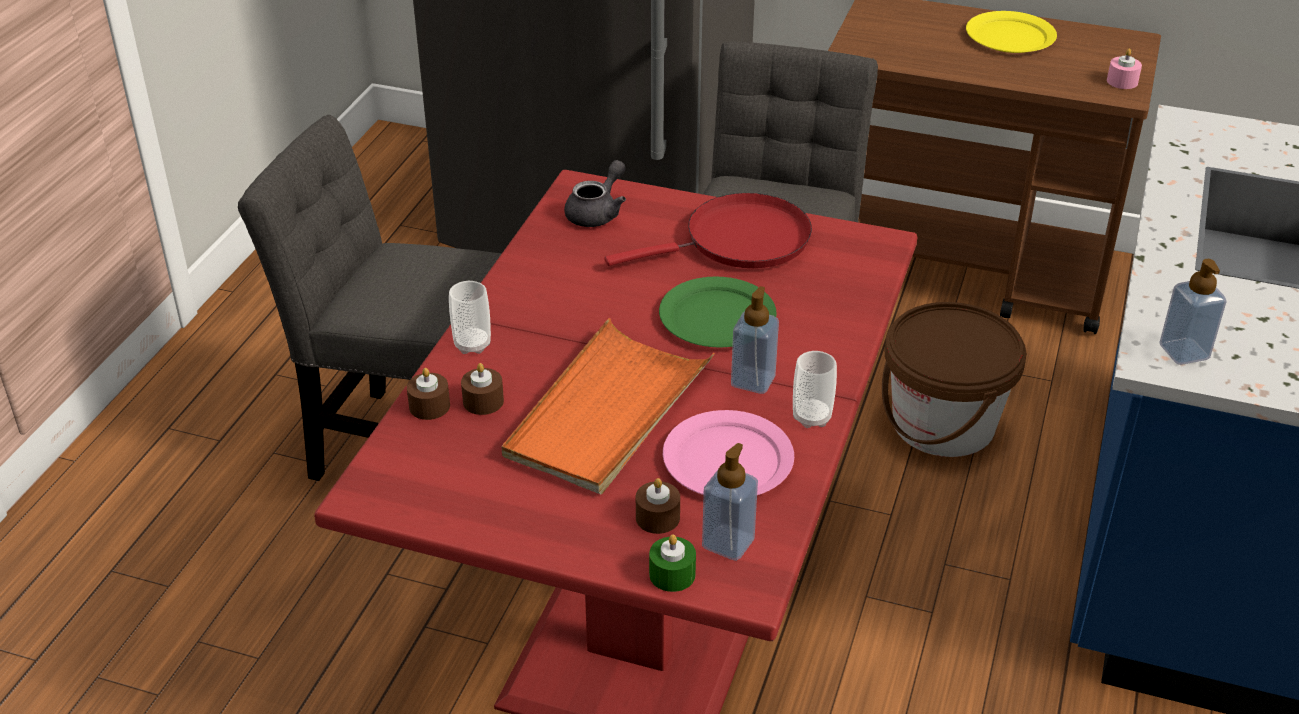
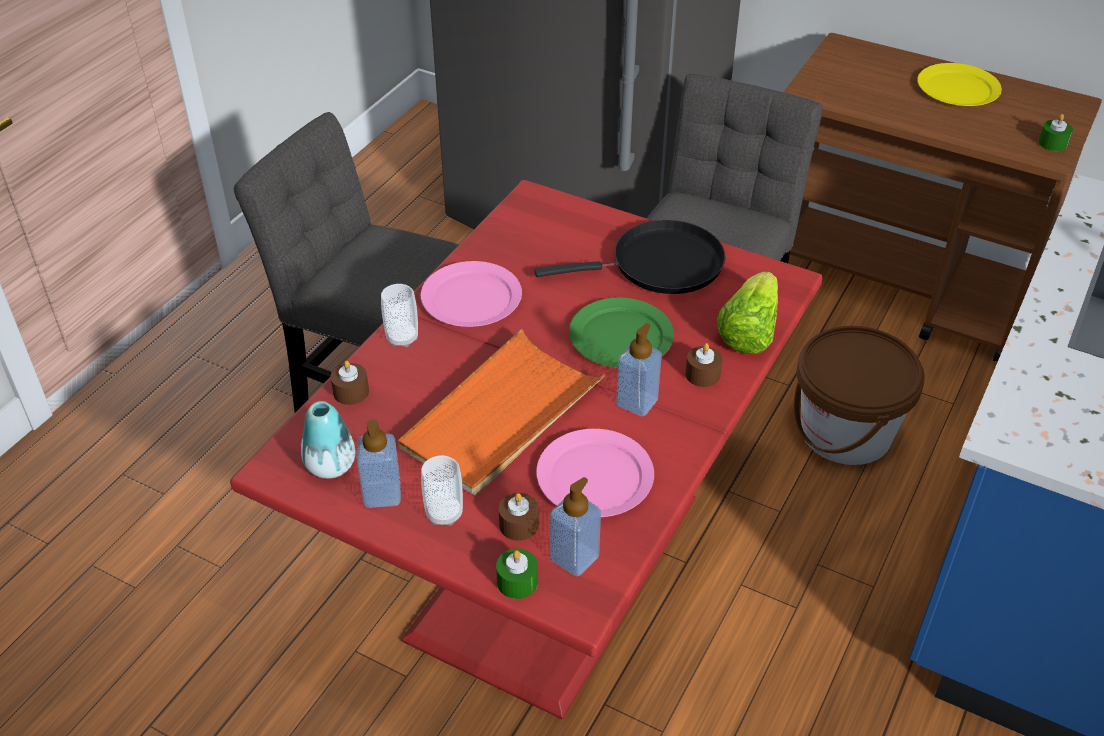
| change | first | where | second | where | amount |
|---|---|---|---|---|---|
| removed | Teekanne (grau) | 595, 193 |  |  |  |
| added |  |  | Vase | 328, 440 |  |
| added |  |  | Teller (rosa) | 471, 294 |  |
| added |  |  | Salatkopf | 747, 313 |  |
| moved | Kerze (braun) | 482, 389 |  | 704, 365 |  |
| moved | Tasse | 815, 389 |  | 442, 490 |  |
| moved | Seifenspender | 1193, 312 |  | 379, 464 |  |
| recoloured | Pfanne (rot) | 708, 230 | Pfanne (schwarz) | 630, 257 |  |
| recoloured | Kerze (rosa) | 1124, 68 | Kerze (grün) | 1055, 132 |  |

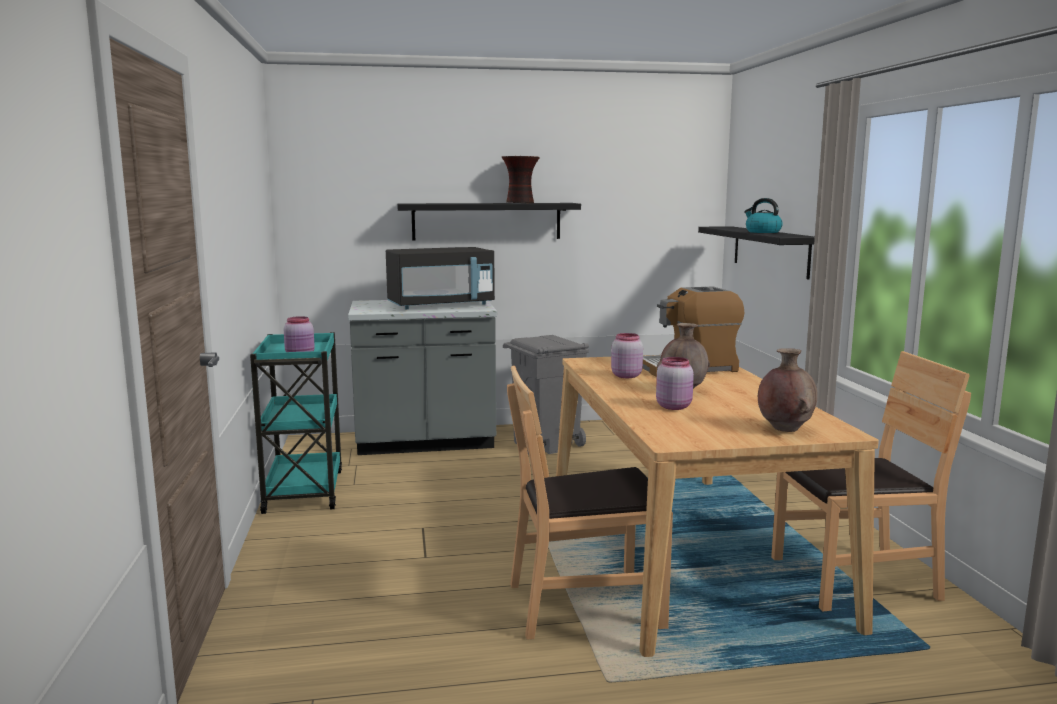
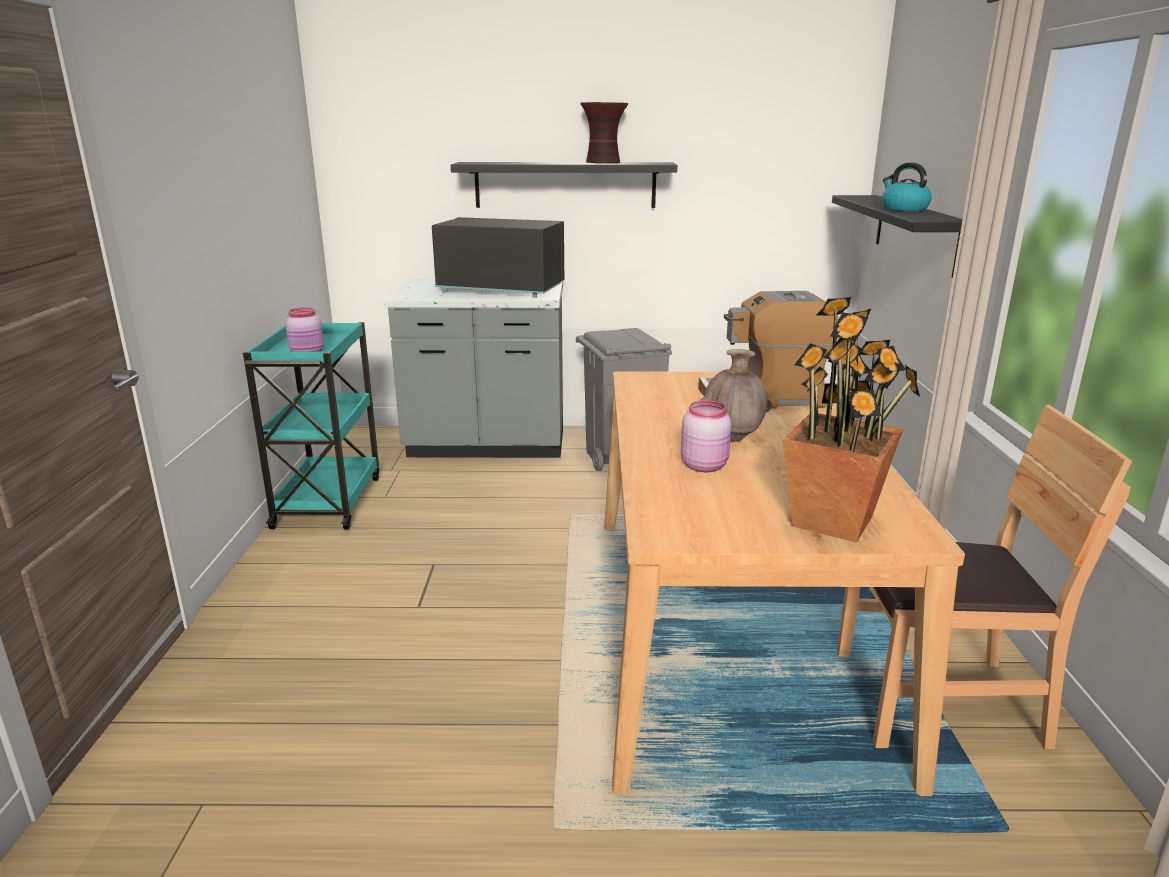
| change | first | where | second | where | amount |
|---|---|---|---|---|---|
| removed | Stuhl (braun) | 590, 503 |  |  |  |
| removed | Vorratsglas (rosa) | 627, 355 |  |  |  |
| replaced | Vase (braun) | 788, 390 | Topfpflanze | 851, 420 |  |
| turned | Mikrowelle (schwarz) | 440, 278 |  | 498, 257 | 150 degrees counterclockwise |

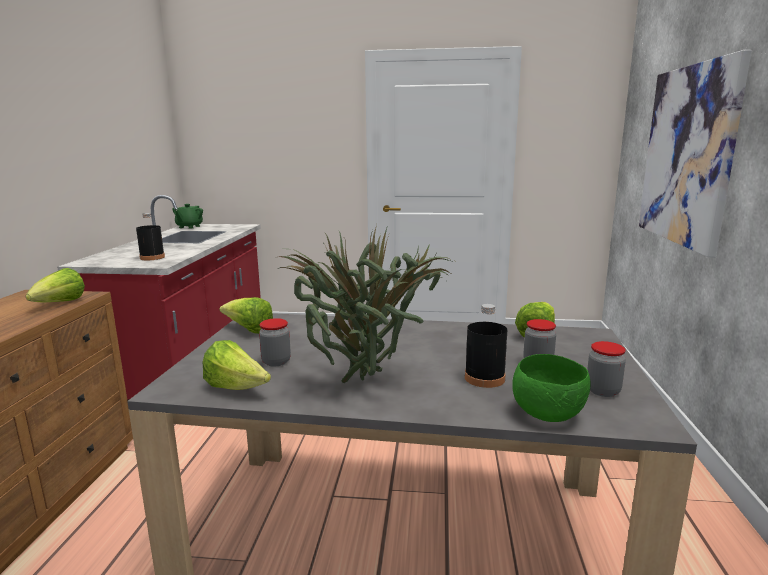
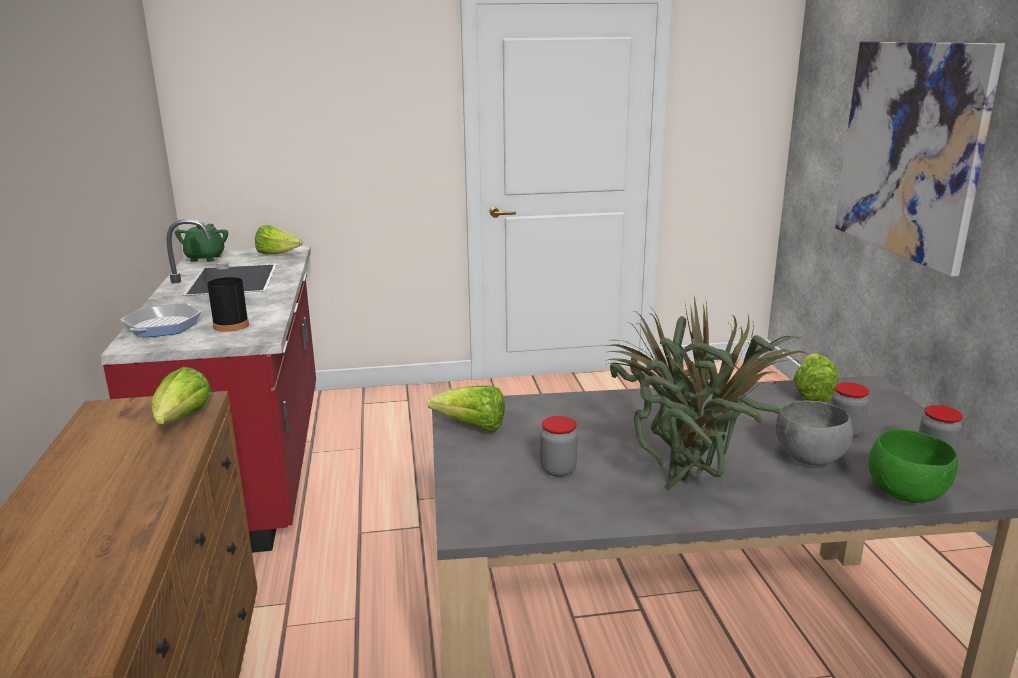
| change | first | where | second | where | amount |
|---|---|---|---|---|---|
| added |  |  | Pfanne | 160, 320 |  |
| moved | Salatkopf | 236, 365 |  | 278, 240 |  |
| replaced | Flasche (schwarz) | 486, 346 | Schüssel (grau) | 814, 433 |  |

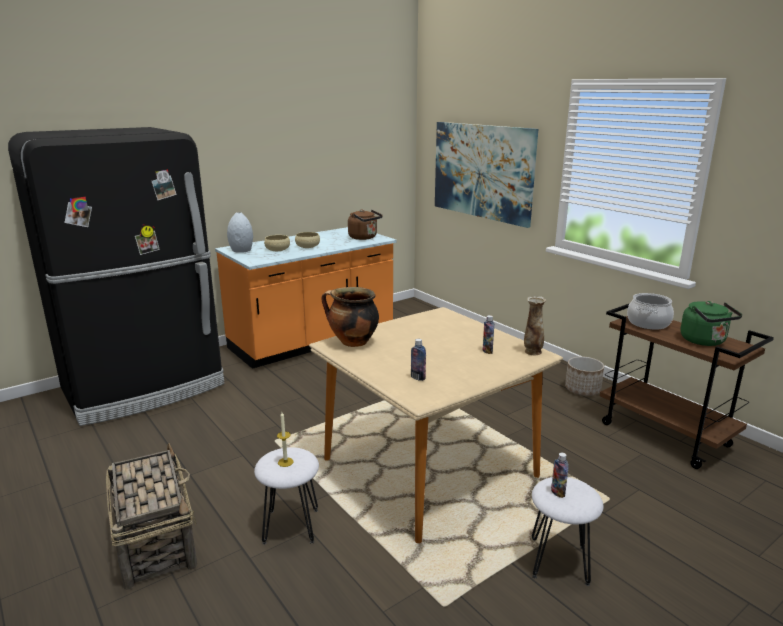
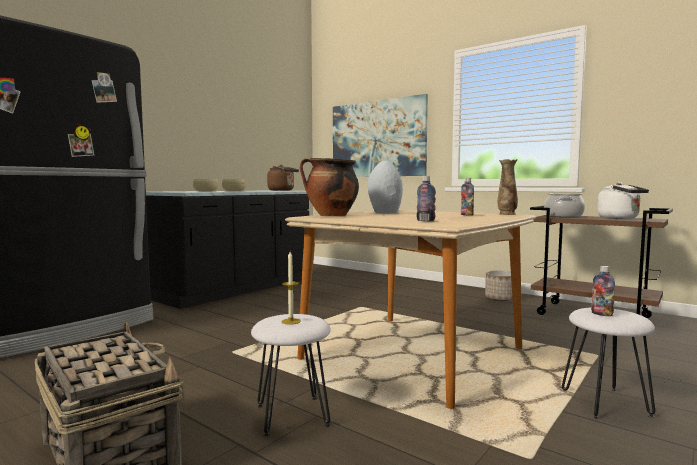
| change | first | where | second | where | amount |
|---|---|---|---|---|---|
| moved | Vase (grau) | 240, 232 |  | 385, 187 |  |
| recoloured | Küchenzeile (orange) | 306, 298 | Küchenzeile (schwarz) | 227, 250 |  |
| recoloured | Wasserkessel (grün) | 711, 323 | Wasserkessel (weiß) | 623, 200 |  |

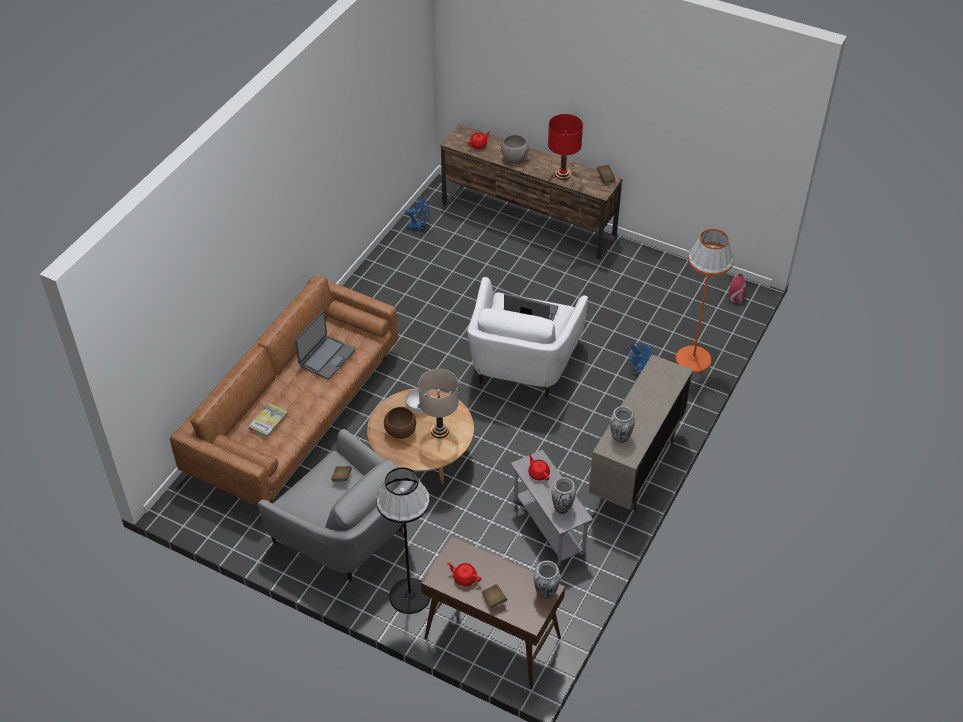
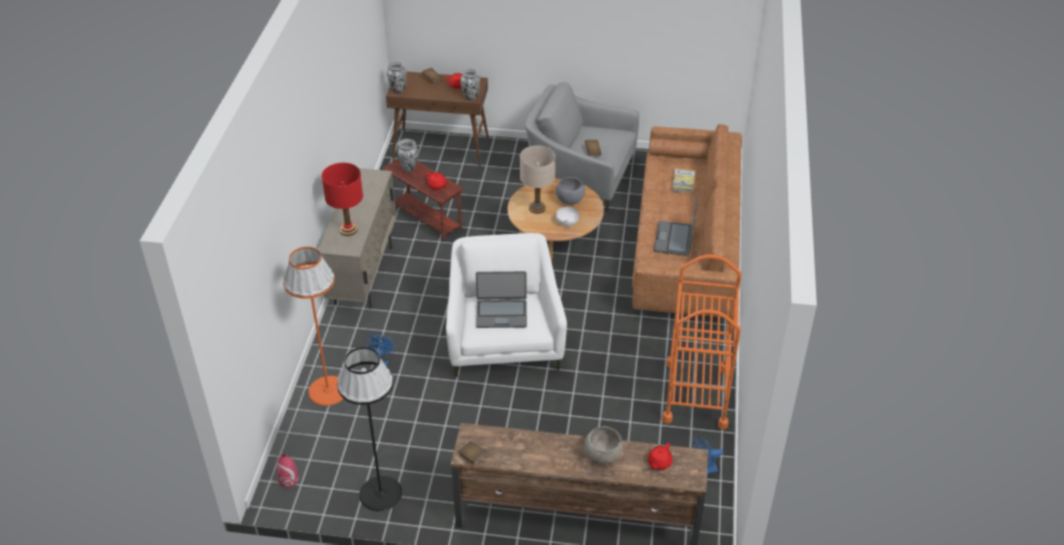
| change | first | where | second | where | amount |
|---|---|---|---|---|---|
| added |  |  | Rollwagen (orange) | 702, 342 |  |
| moved | Stehlampe (schwarz) | 403, 540 |  | 369, 429 |  |
| moved | Tischlampe (rot) | 565, 147 |  | 342, 199 |  |
| moved | Vase | 622, 424 |  | 470, 84 |  |
| recoloured | Schüssel (braun) | 400, 423 | Schüssel (grau) | 570, 191 |  |
| recoloured | Beistelltisch (grau) | 552, 507 | Beistelltisch (braun) | 423, 199 |  |

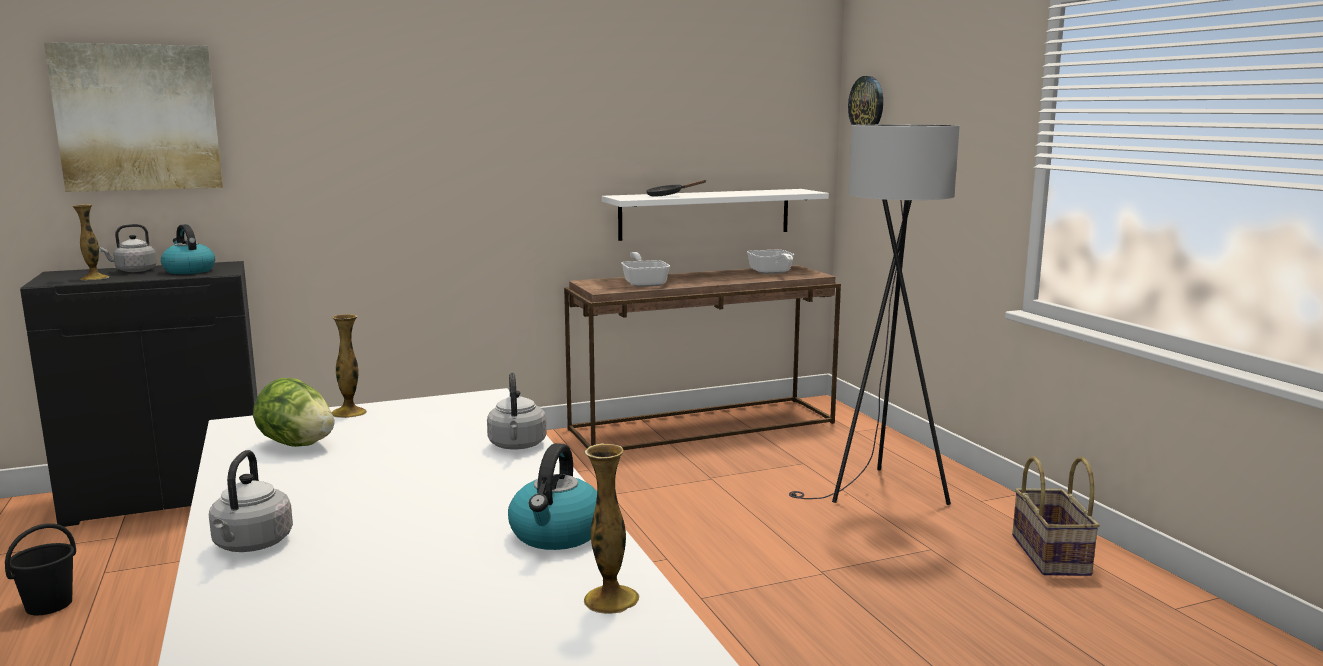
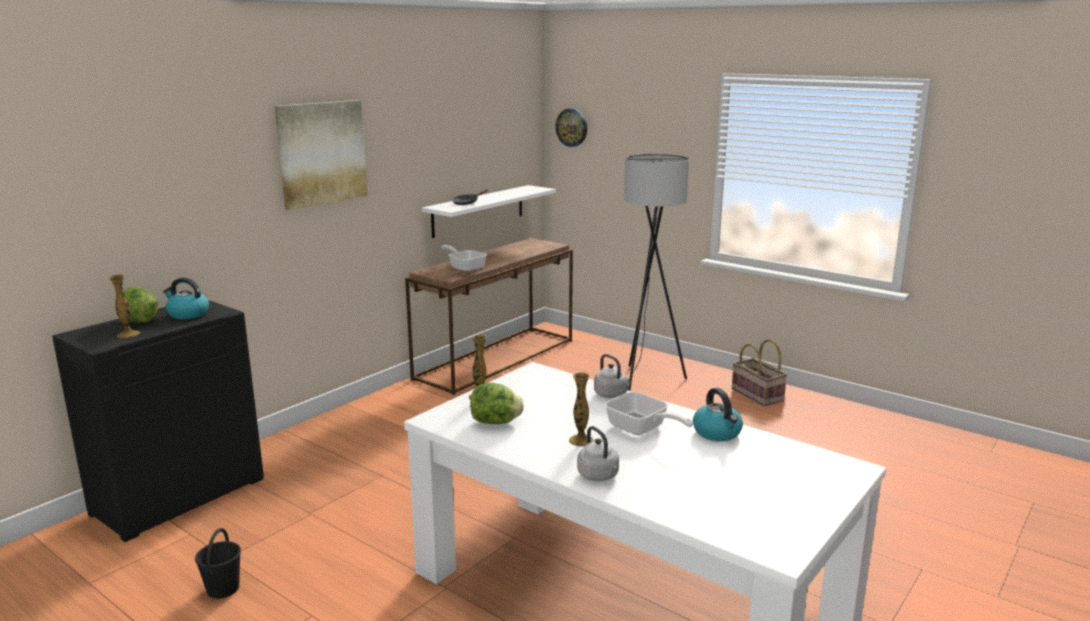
| change | first | where | second | where | amount |
|---|---|---|---|---|---|
| moved | Bild | 133, 117 |  | 321, 155 |  |
| moved | Vase | 611, 528 |  | 581, 409 |  |
| moved | Pfanne | 771, 262 |  | 649, 413 |  |
| replaced | Wasserkessel (grau) | 128, 248 | Salatkopf | 141, 305 |  |

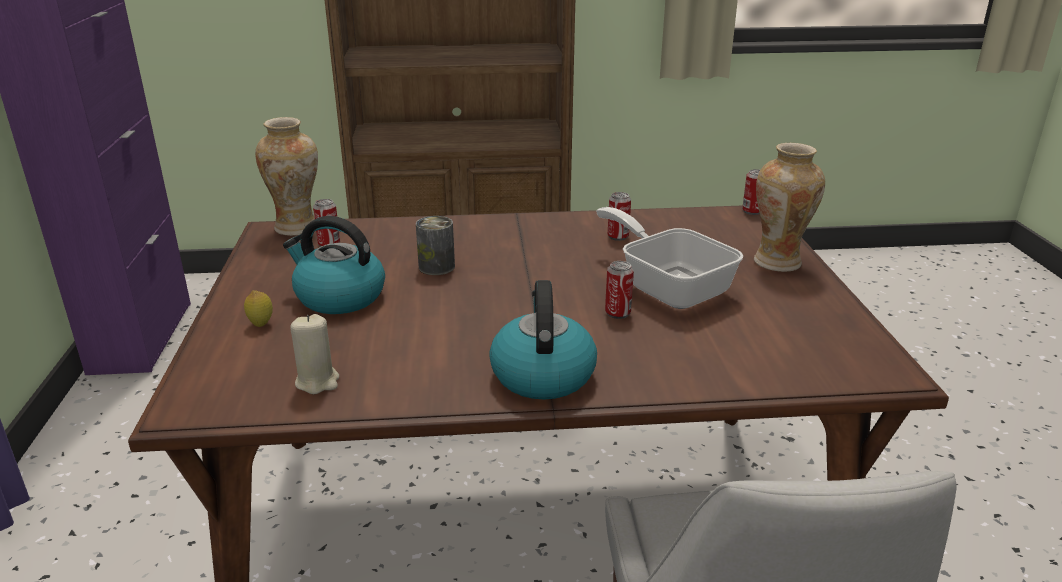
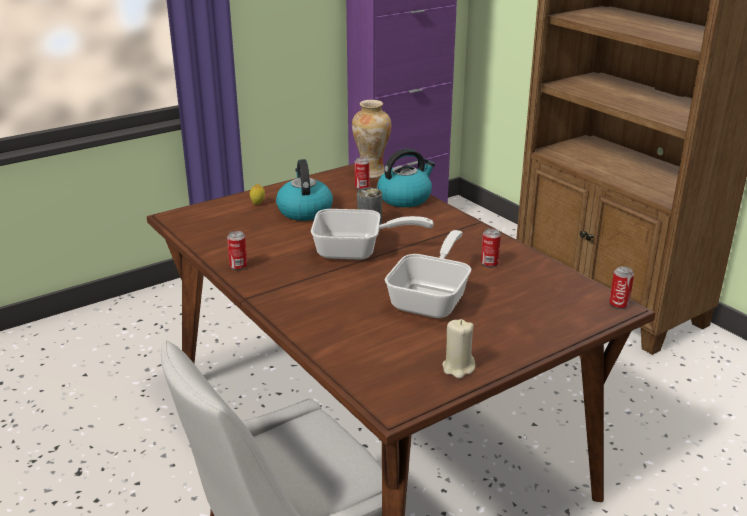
| change | first | where | second | where | amount |
|---|---|---|---|---|---|
| removed | Vase | 789, 207 |  |  |  |
| added |  |  | Pfanne | 372, 234 |  |
| moved | Kerze (beige) | 314, 354 |  | 459, 349 |  |
| moved | Wasserkessel | 543, 340 |  | 406, 178 |  |
| moved | Dose | 619, 290 |  | 237, 250 |  |

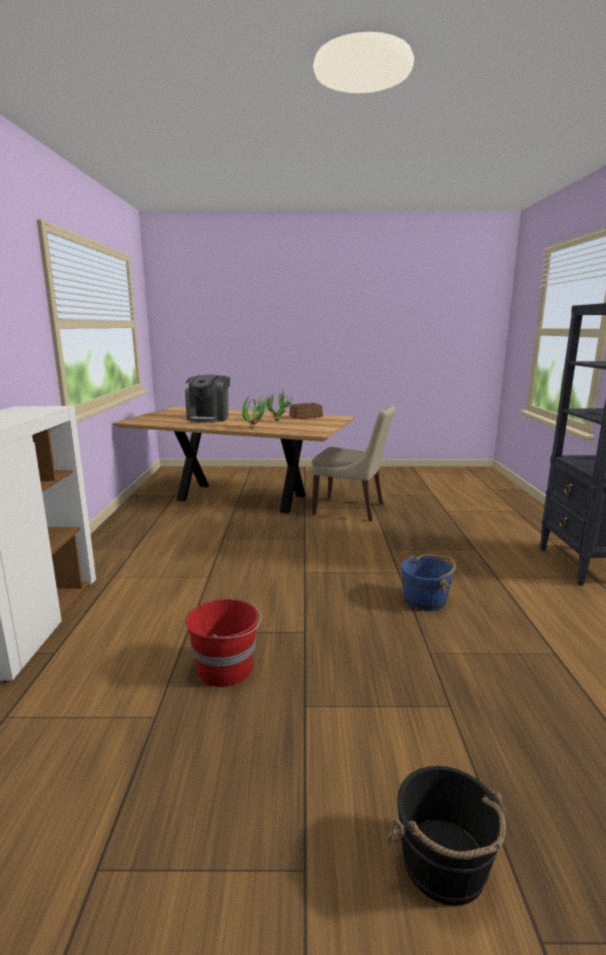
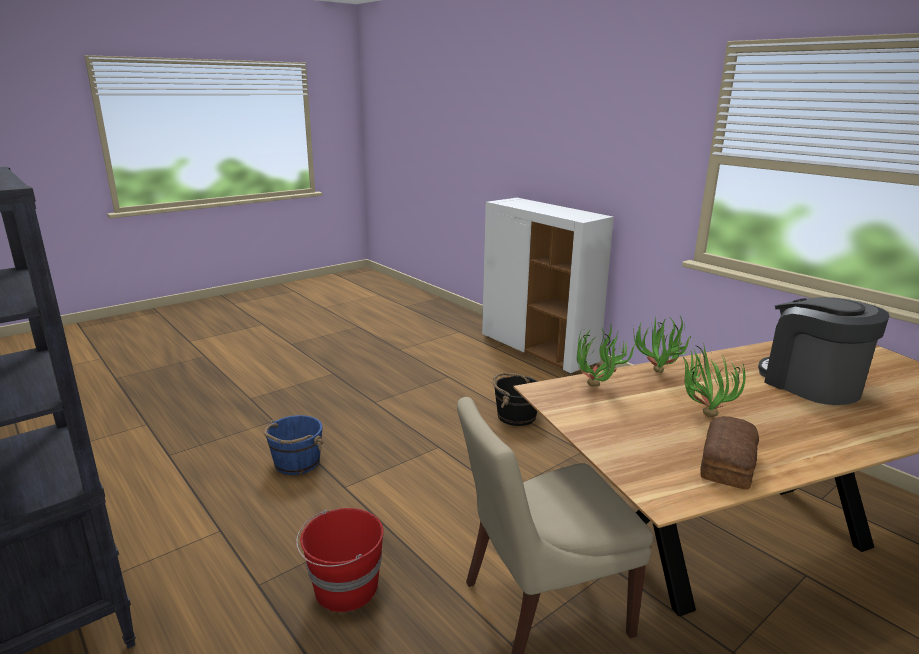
| change | first | where | second | where | amount |
|---|---|---|---|---|---|
| added |  |  | Topfpflanze | 607, 356 |  |
| moved | Eimer (rot) | 224, 642 |  | 340, 560 |  |
| moved | Eimer (schwarz) | 445, 836 |  | 515, 399 |  |

